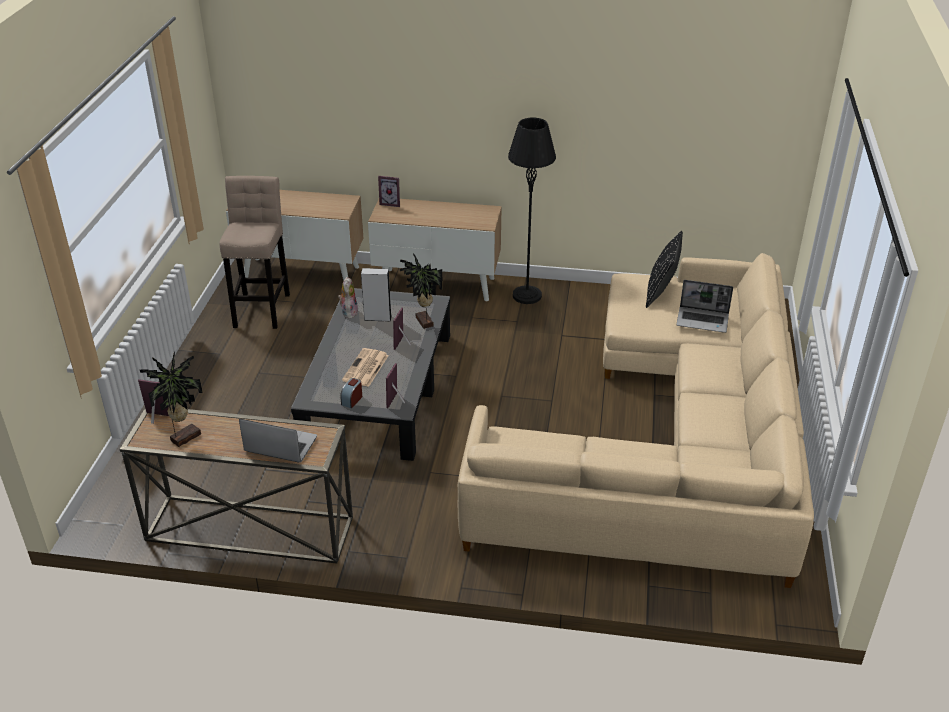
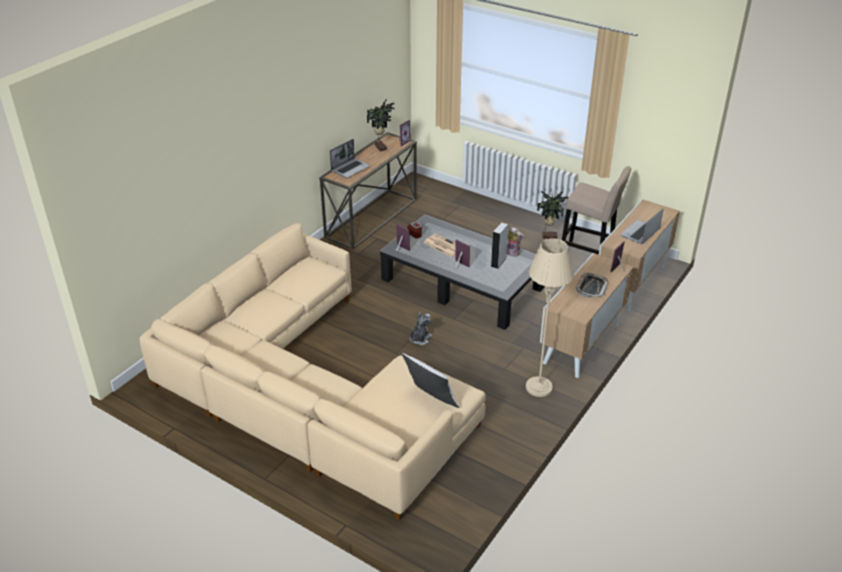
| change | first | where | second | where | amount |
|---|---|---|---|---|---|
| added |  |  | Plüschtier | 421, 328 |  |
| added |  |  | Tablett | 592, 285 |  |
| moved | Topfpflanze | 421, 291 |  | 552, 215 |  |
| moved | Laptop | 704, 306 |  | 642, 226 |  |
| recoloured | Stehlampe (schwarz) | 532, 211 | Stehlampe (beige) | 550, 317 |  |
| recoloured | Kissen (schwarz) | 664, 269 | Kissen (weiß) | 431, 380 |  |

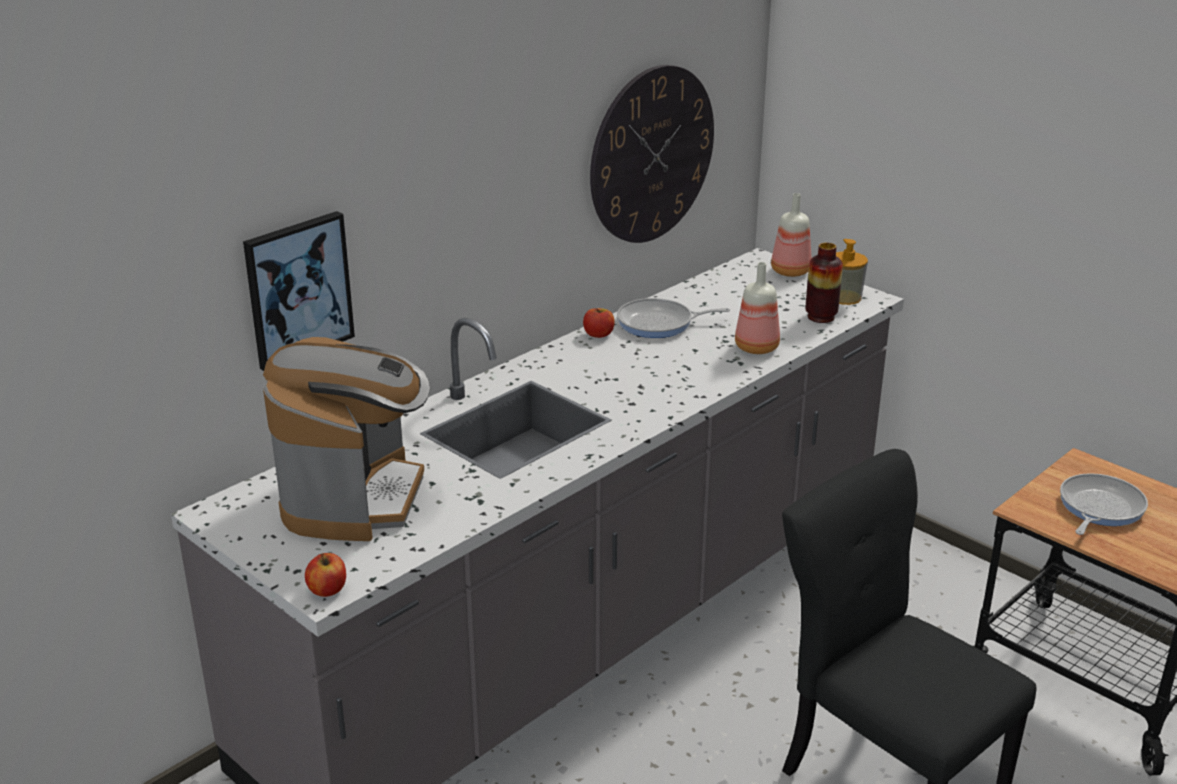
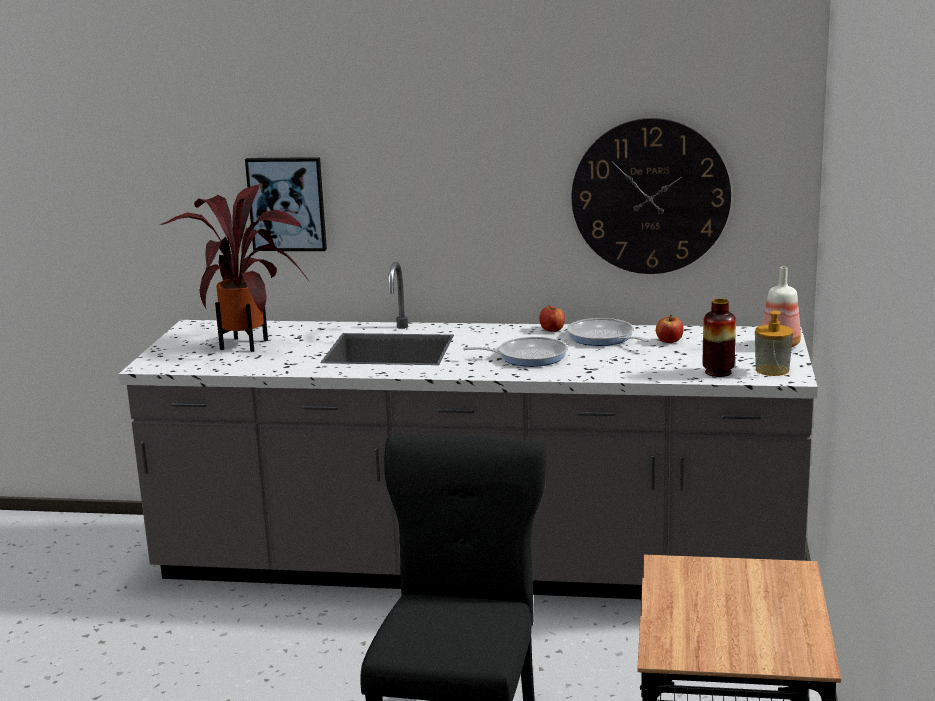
| change | first | where | second | where | amount |
|---|---|---|---|---|---|
| removed | Flasche | 757, 308 |  |  |  |
| moved | Apfel | 325, 575 |  | 670, 329 |  |
| moved | Pfanne | 1104, 504 |  | 515, 352 |  |
| replaced | Kaffeemaschine | 346, 439 | Topfpflanze | 234, 268 |  |

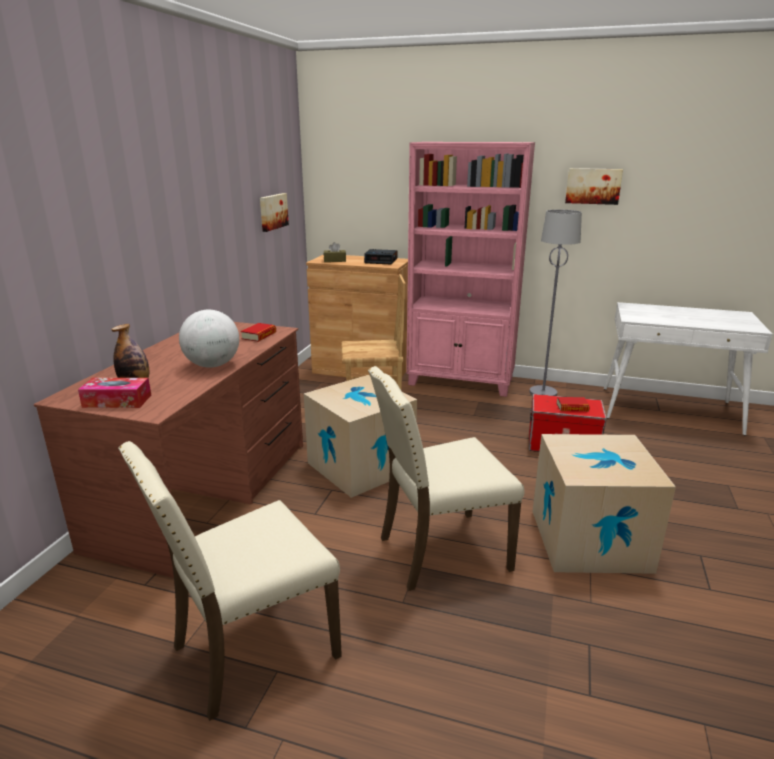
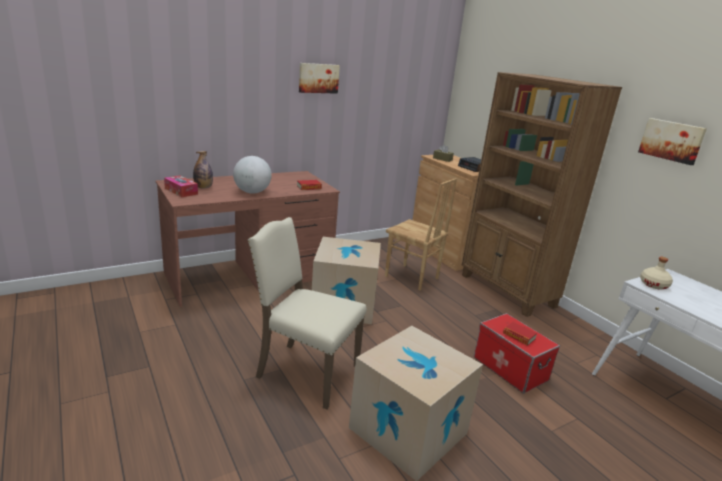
| change | first | where | second | where | amount |
|---|---|---|---|---|---|
| removed | Stuhl (beige) | 230, 581 |  |  |  |
| removed | Stehlampe (grau) | 556, 303 |  |  |  |
| added |  |  | Flasche (beige) | 656, 273 |  |
| moved | Bild | 274, 212 |  | 319, 78 |  |
| recoloured | Bücherregal (rosa) | 470, 269 | Bücherregal (braun) | 542, 194 |  |

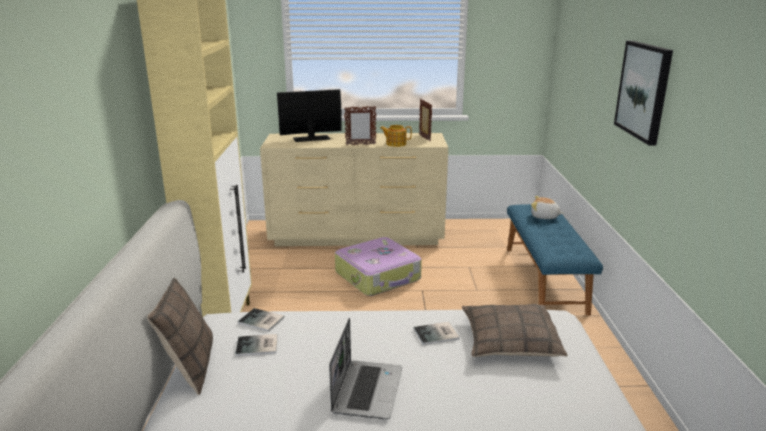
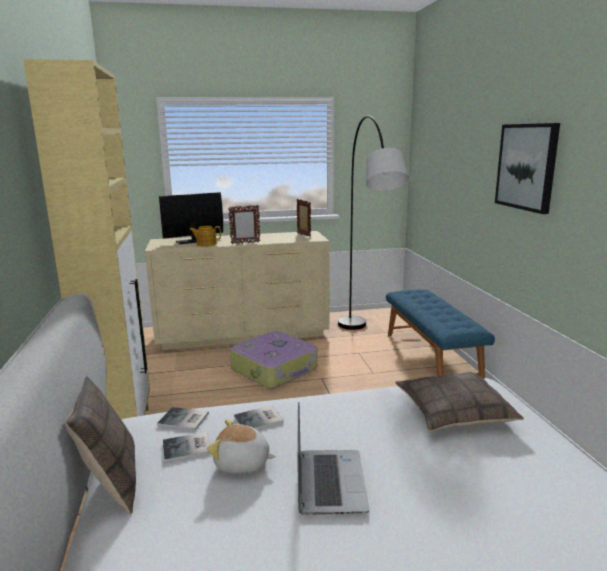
| change | first | where | second | where | amount |
|---|---|---|---|---|---|
| added |  |  | Stehlampe (grau) | 373, 222 |  |
| moved | Teekanne | 396, 136 |  | 205, 236 |  |
| moved | Buch | 437, 333 |  | 259, 417 |  |
| moved | Plüschtier | 547, 207 |  | 241, 447 |  |

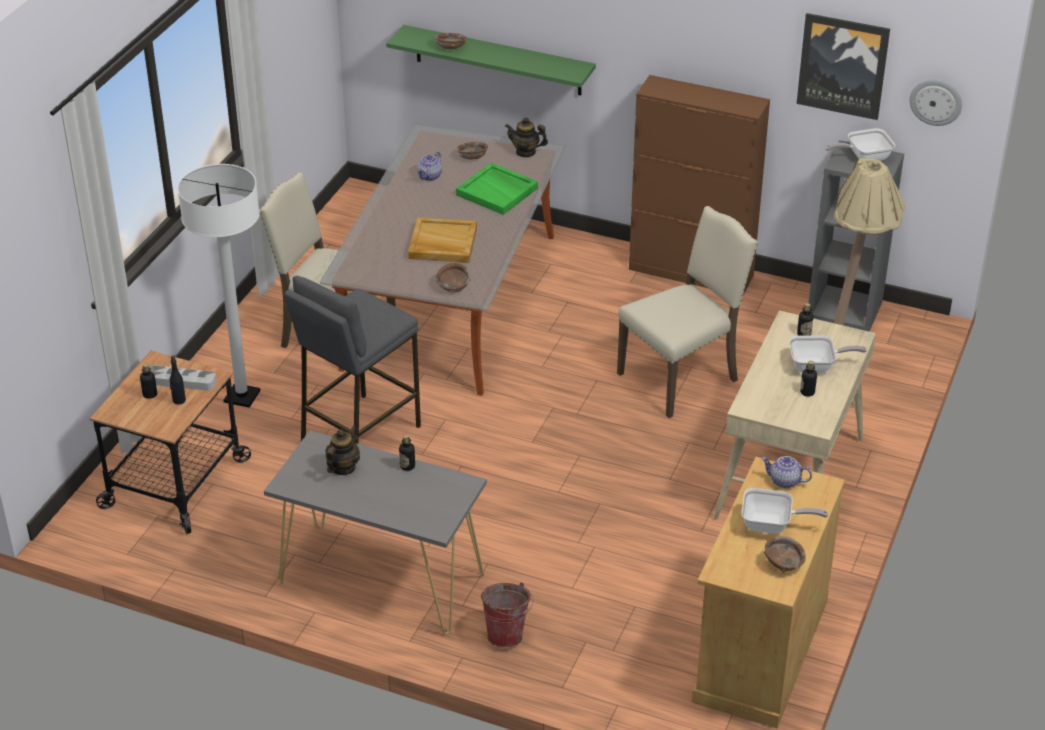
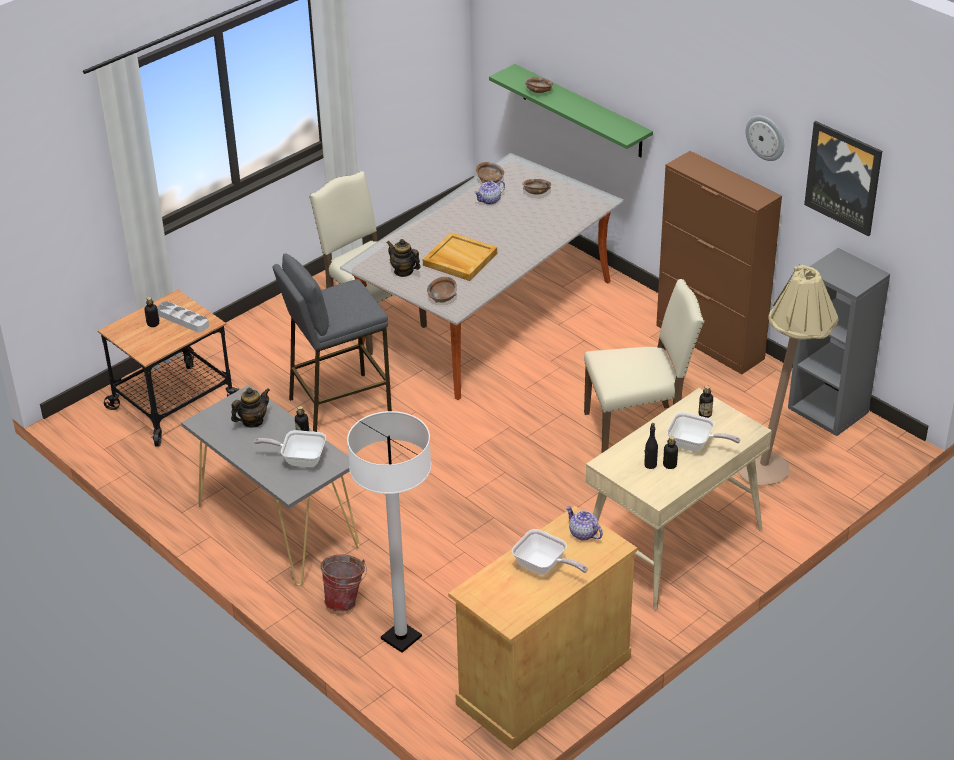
| change | first | where | second | where | amount |
|---|---|---|---|---|---|
| removed | Tablett (grün) | 497, 189 |  |  |  |
| moved | Flasche (schwarz) | 178, 380 |  | 651, 446 |  |
| moved | Stehlampe (weiß) | 219, 286 |  | 389, 532 |  |
| moved | Teekanne | 526, 137 |  | 403, 258 |  |
| moved | Schüssel (braun) | 784, 554 |  | 490, 172 |  |
| moved | Pfanne | 860, 144 |  | 290, 448 |  |
| moved | Wanduhr | 936, 103 |  | 765, 138 |  |

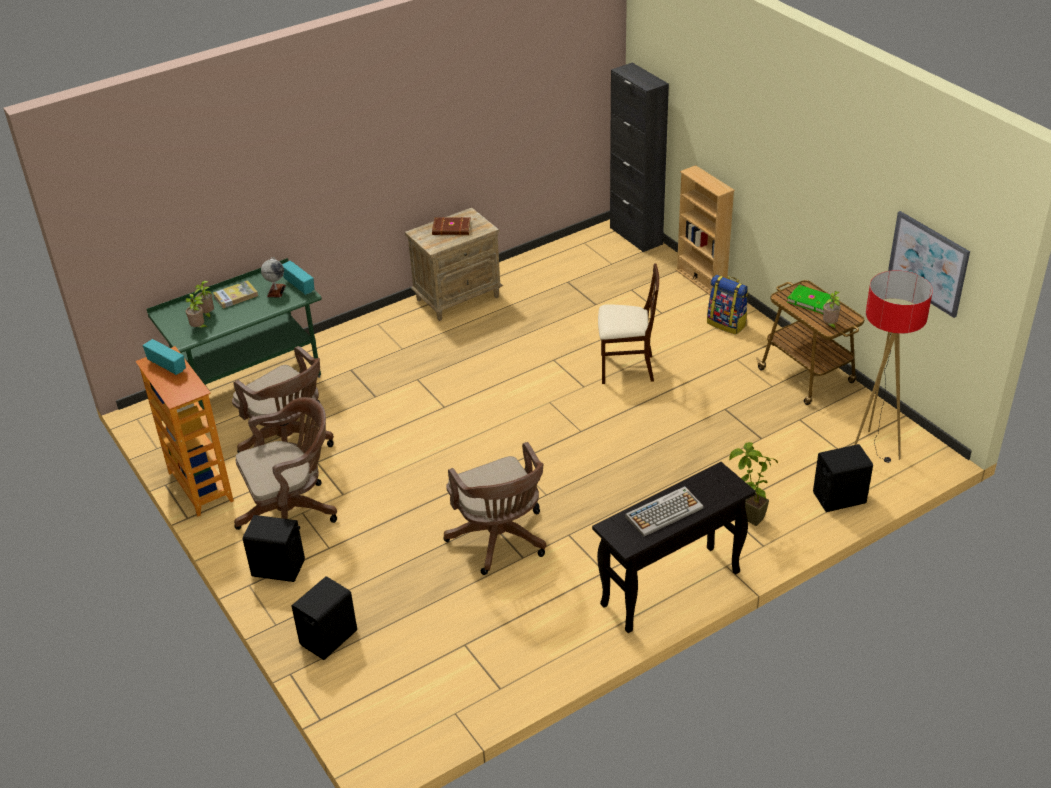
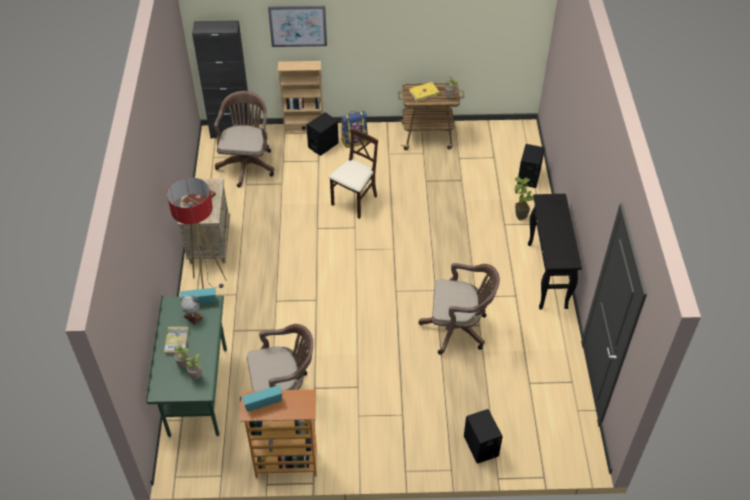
| change | first | where | second | where | amount |
|---|---|---|---|---|---|
| removed | Tastatur | 664, 511 |  |  |  |
| moved | Bürostuhl (braun) | 285, 463 |  | 244, 139 |  |
| moved | Lautsprecher (schwarz) | 274, 548 |  | 322, 134 |  |
| moved | Stehlampe | 893, 366 |  | 196, 233 |  |
| moved | Bild | 929, 264 |  | 297, 26 |  |
| recoloured | Buch (grün) | 810, 299 | Buch (gelb) | 424, 92 |  |

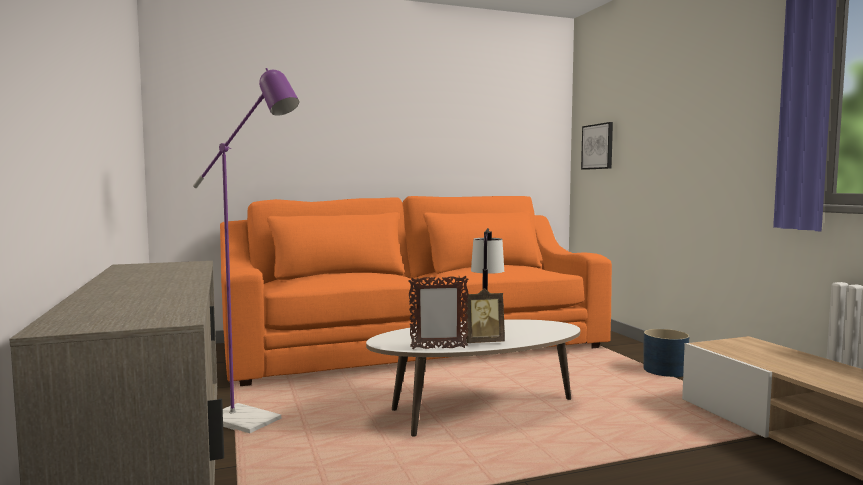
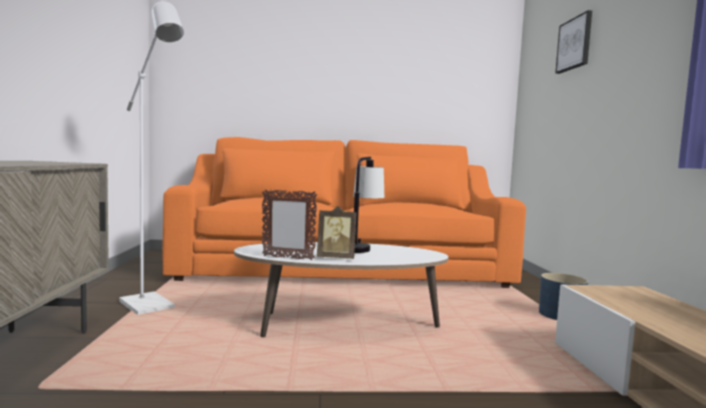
| change | first | where | second | where | amount |
|---|---|---|---|---|---|
| moved | Bild | 597, 146 |  | 573, 42 |  |
| recoloured | Stehlampe (lila) | 246, 250 | Stehlampe (weiß) | 152, 158 |  |

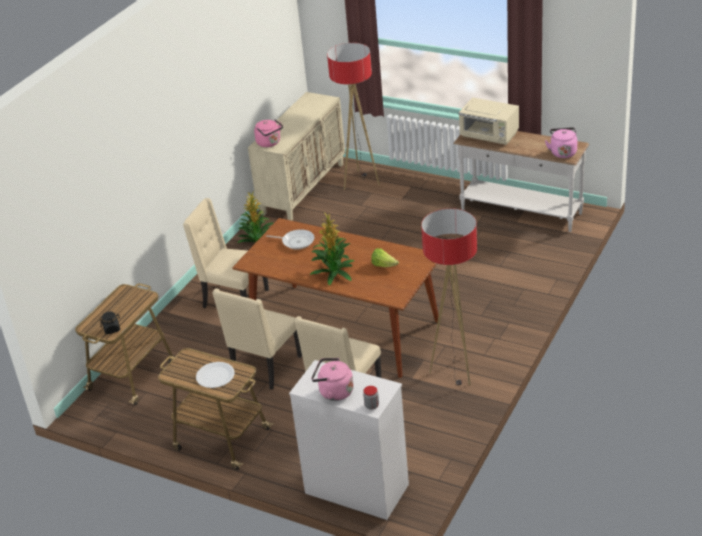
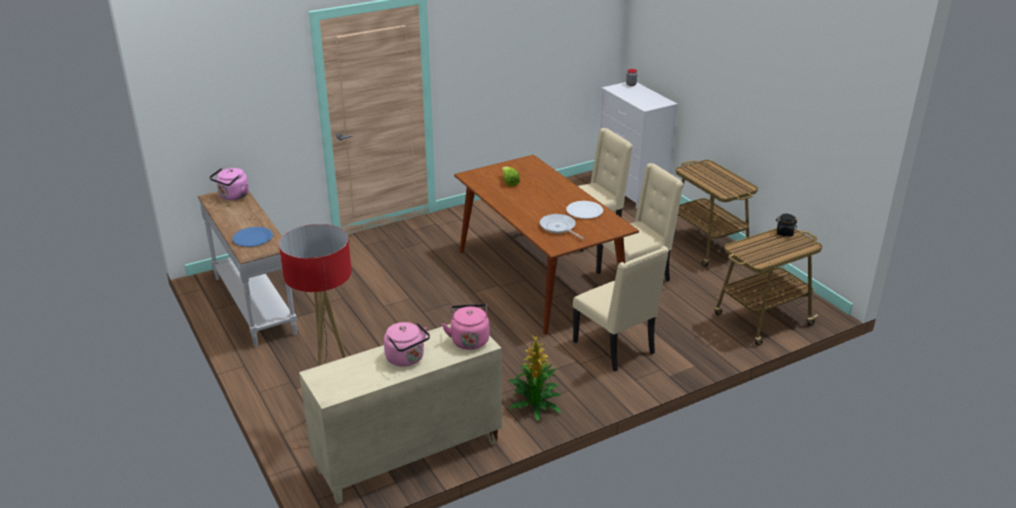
| change | first | where | second | where | amount |
|---|---|---|---|---|---|
| removed | Topfpflanze | 332, 249 |  |  |  |
| removed | Stehlampe | 449, 296 |  |  |  |
| moved | Teller (weiß) | 215, 375 |  | 584, 210 |  |
| moved | Wasserkessel (rosa) | 332, 379 |  | 407, 344 |  |
| replaced | Mikrowelle (beige) | 488, 121 | Teller (blau) | 253, 237 |  |

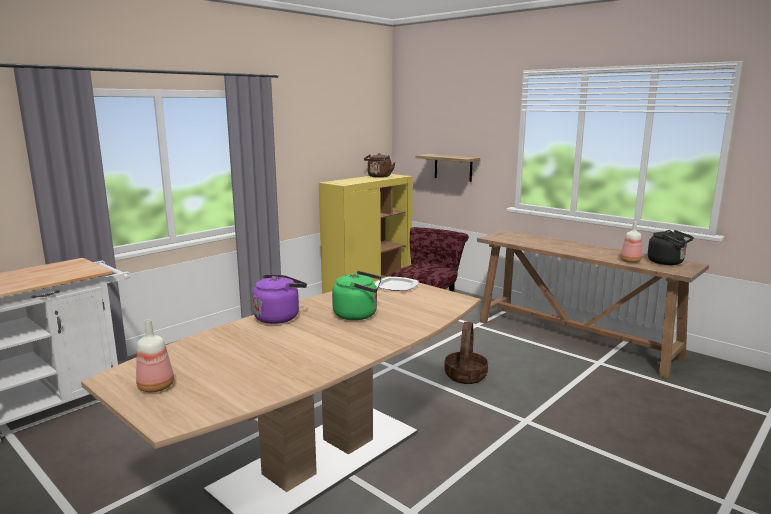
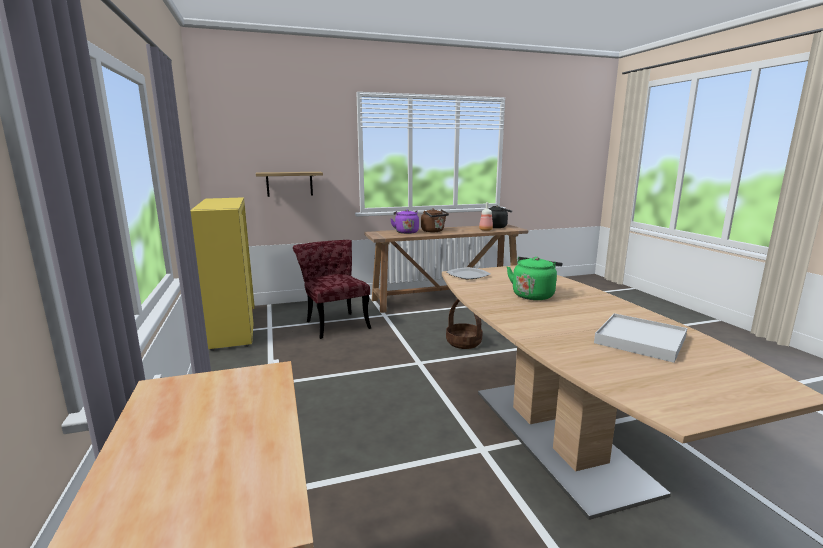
| change | first | where | second | where | amount |
|---|---|---|---|---|---|
| removed | Flasche | 155, 355 |  |  |  |
| added |  |  | Tablett (weiß) | 640, 338 |  |
| moved | Wasserkessel (lila) | 279, 299 |  | 404, 222 |  |
| moved | Wasserkessel (braun) | 380, 165 |  | 435, 220 |  |

